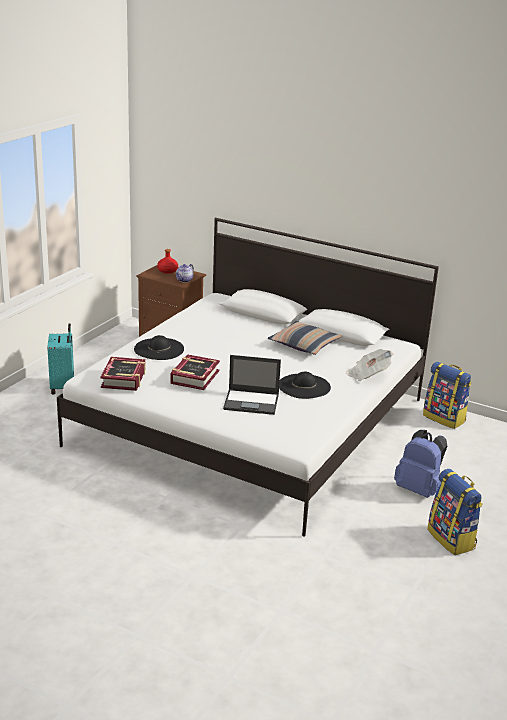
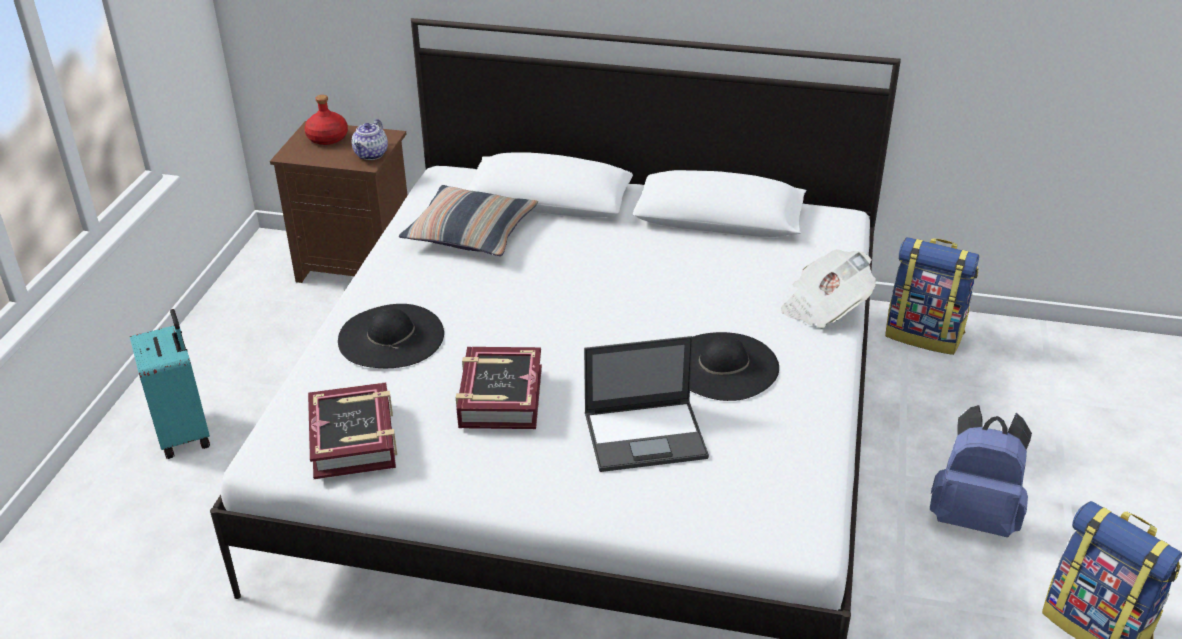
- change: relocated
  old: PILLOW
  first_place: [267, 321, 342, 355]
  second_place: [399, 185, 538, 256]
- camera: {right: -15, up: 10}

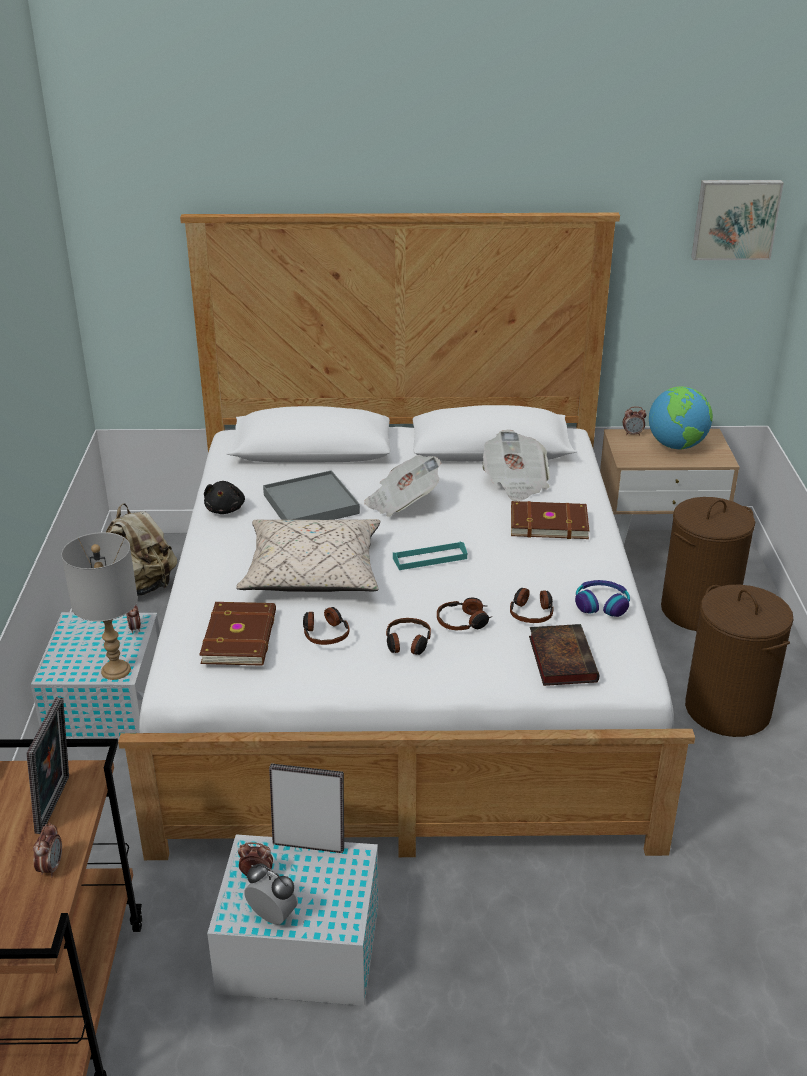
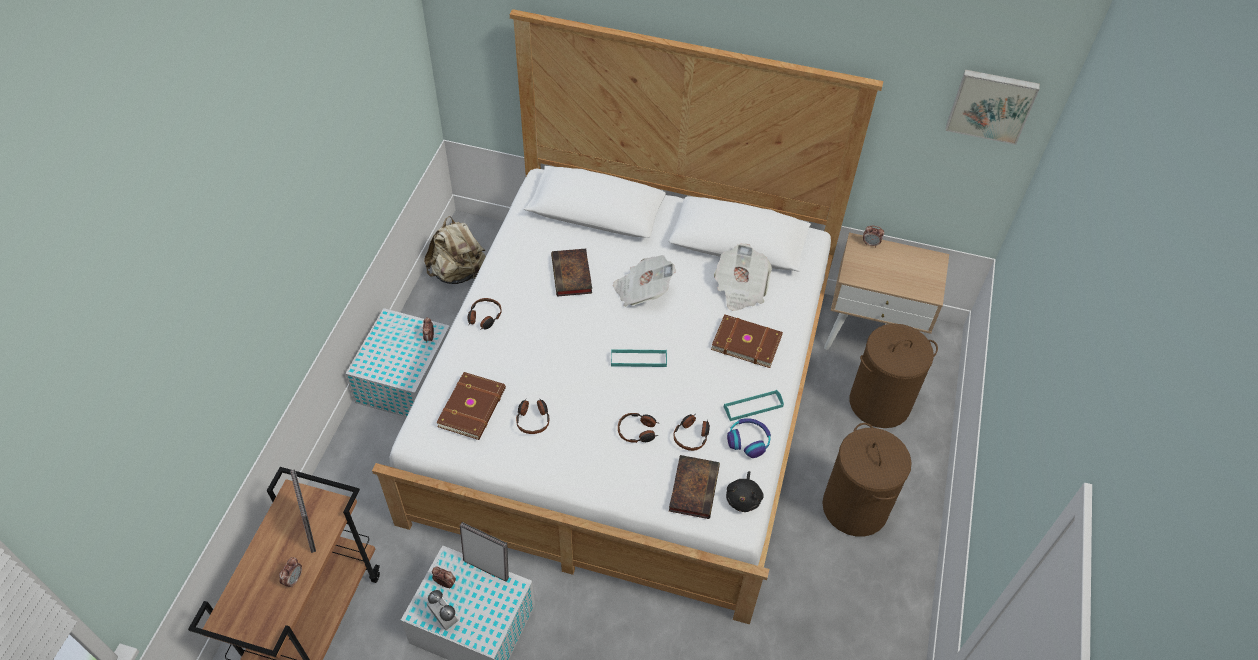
- change: missing
  old: GLOBE
  first_place: [649, 386, 713, 450]
- change: exchanged
  old: GREY TRAY
  new: BOOK
  first_place: [263, 470, 360, 520]
  second_place: [551, 249, 592, 296]
- change: relocated
  old: BLACK PLUSH TOY
  first_place: [204, 481, 245, 514]
  second_place: [726, 471, 764, 512]
- change: missing
  old: BEIGE PILLOW
  first_place: [236, 519, 380, 592]
- change: missing
  old: GREY TABLE LAMP
  first_place: [62, 532, 138, 680]
- change: relocated
  old: HEADPHONES
  first_place: [386, 618, 431, 655]
  second_place: [468, 298, 502, 330]
- change: spun
  old: PICTURE FRAME
  first_place: [27, 697, 69, 834]
  second_place: [290, 470, 316, 553]
  degrees: -45
- change: appeared
  new: TURQUOISE TRAY
  second_place: [724, 390, 784, 421]
- camera: {right: 15, up: 20}

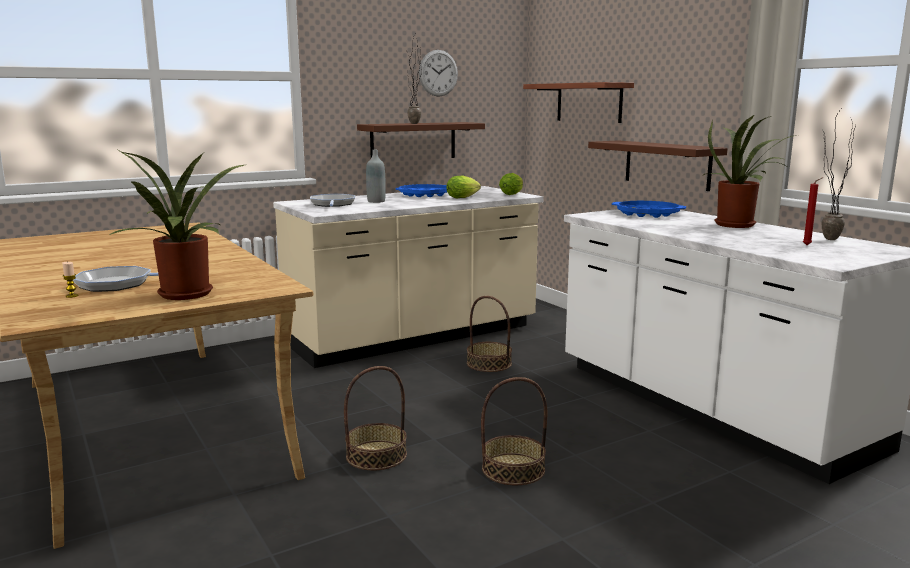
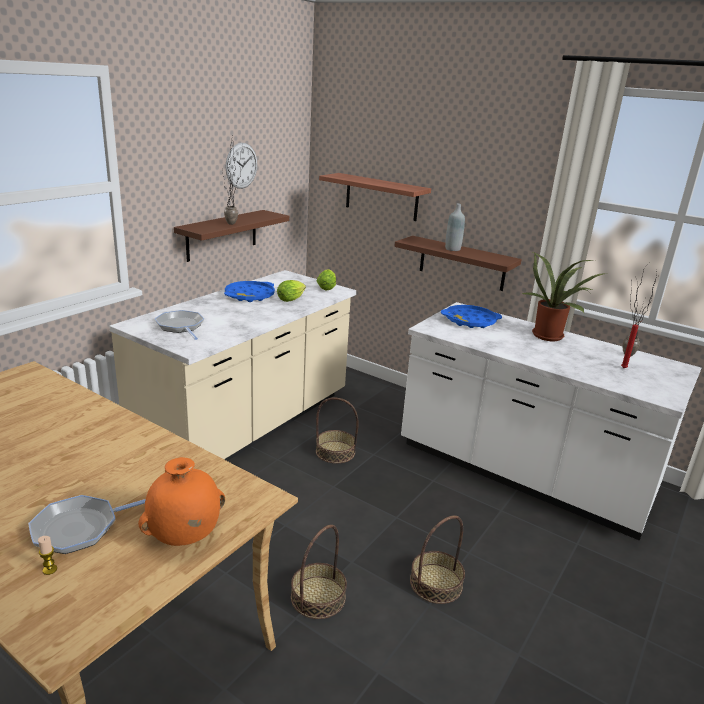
- change: exchanged
  old: POTTED PLANT
  new: ORANGE VASE
  first_place: [107, 150, 248, 300]
  second_place: [138, 457, 225, 546]
- change: relocated
  old: GREY BOTTLE
  first_place: [366, 150, 386, 203]
  second_place: [445, 204, 465, 251]
- camera: {right: -25, up: 10}

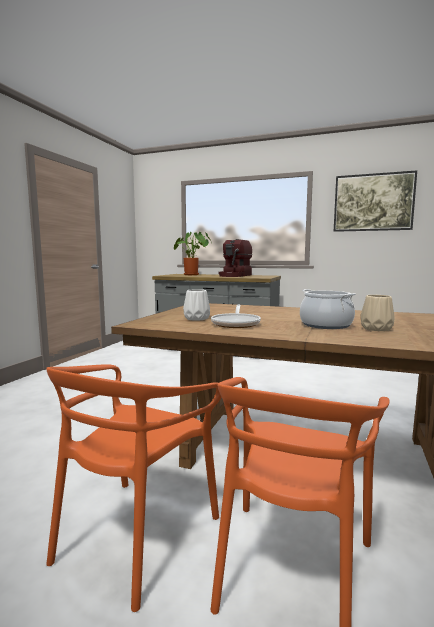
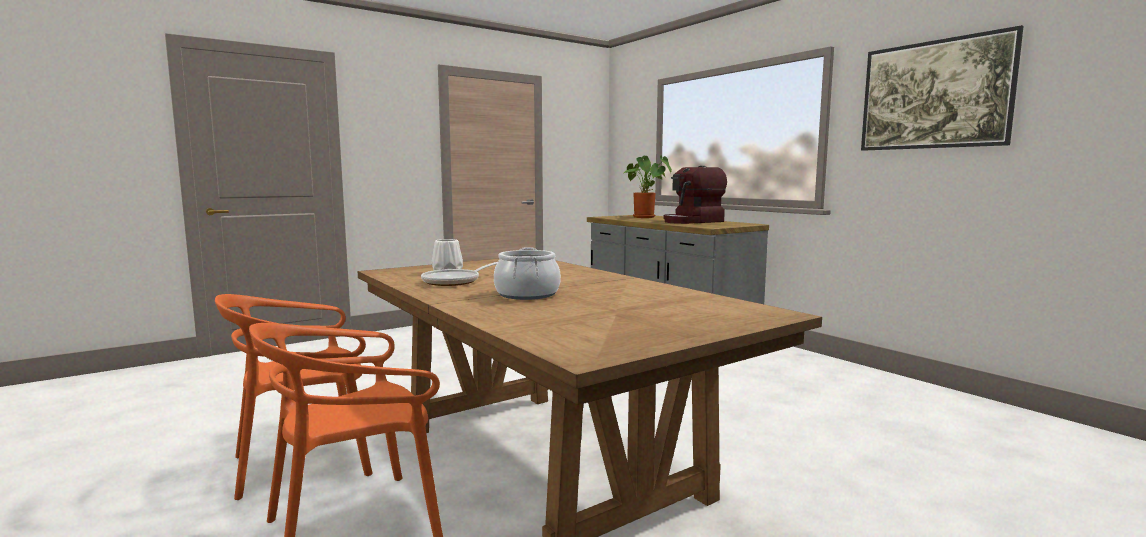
- change: missing
  old: BEIGE VASE
  first_place: [361, 295, 395, 331]
- camera: {right: 35, up: 0}

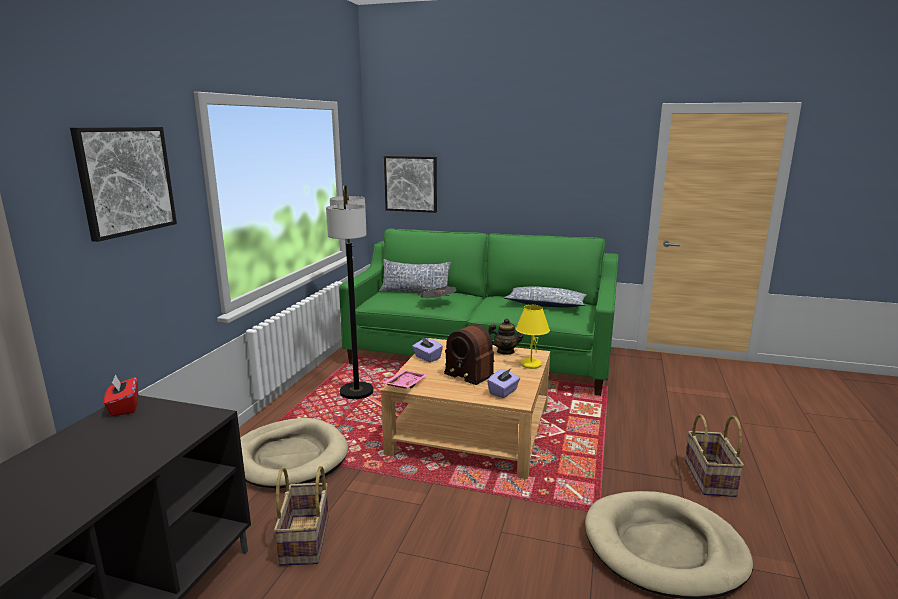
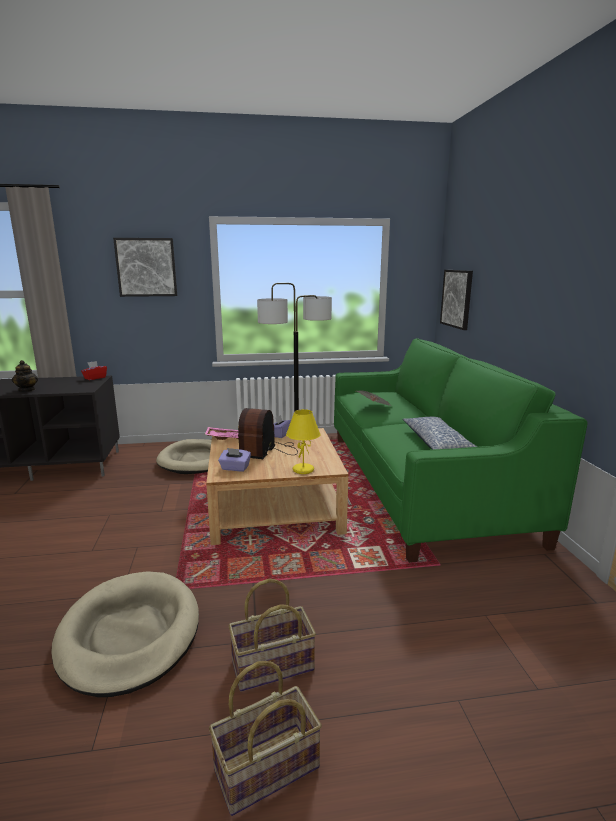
- change: missing
  old: PILLOW
  first_place: [379, 259, 451, 296]
- change: relocated
  old: TEAPOT
  first_place: [489, 318, 523, 355]
  second_place: [12, 360, 38, 392]
- change: relocated
  old: BASKET
  first_place: [274, 466, 329, 566]
  second_place: [209, 661, 322, 816]
- camera: {right: 65, up: 0}

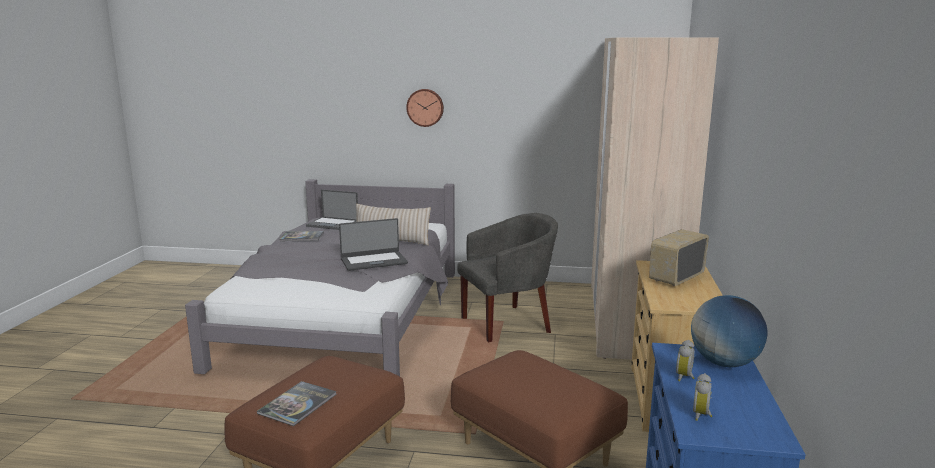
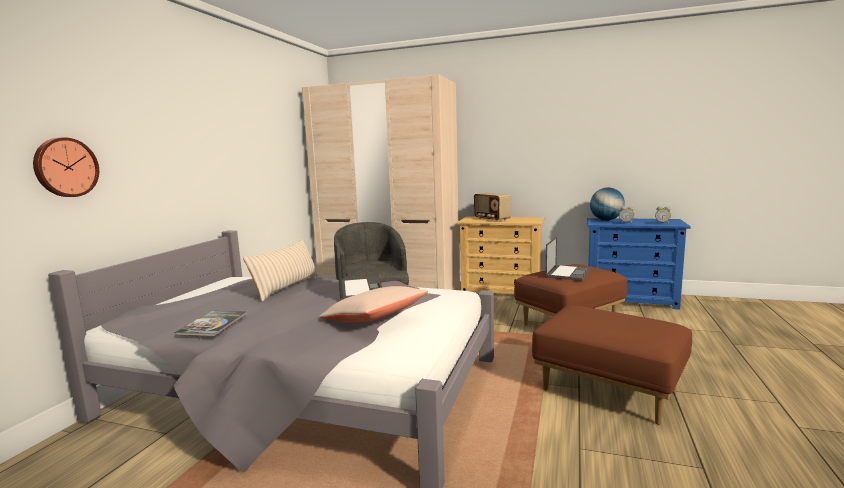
- change: relocated
  old: WALL CLOCK
  first_place: [406, 89, 444, 127]
  second_place: [33, 137, 99, 197]
- change: relocated
  old: LAPTOP
  first_place: [306, 189, 358, 230]
  second_place: [545, 236, 590, 281]
- change: missing
  old: BOOK
  first_place: [257, 381, 337, 426]
- change: appeared
  new: BEIGE PILLOW
  second_place: [319, 286, 428, 323]
- camera: {right: -80, up: -5}

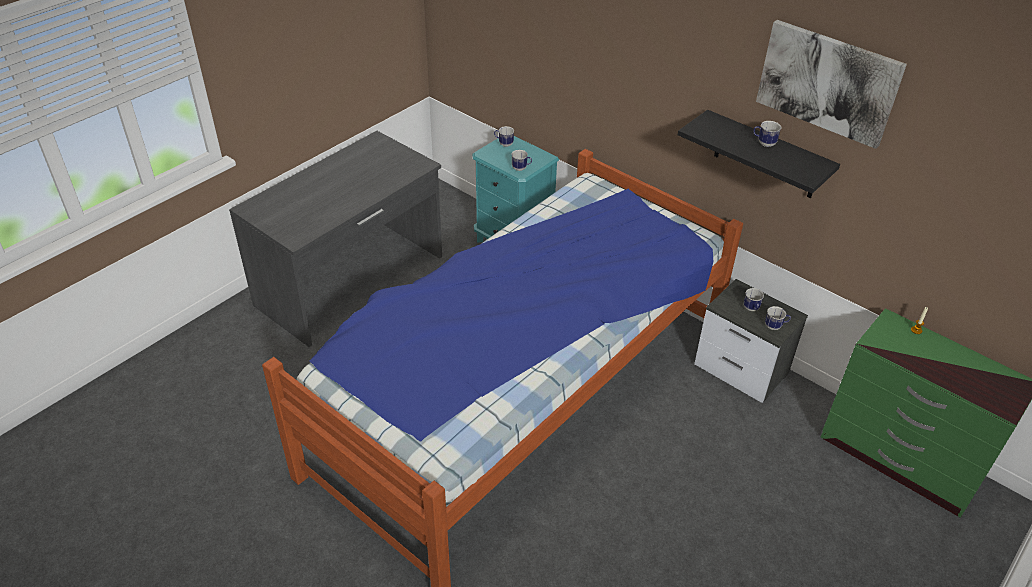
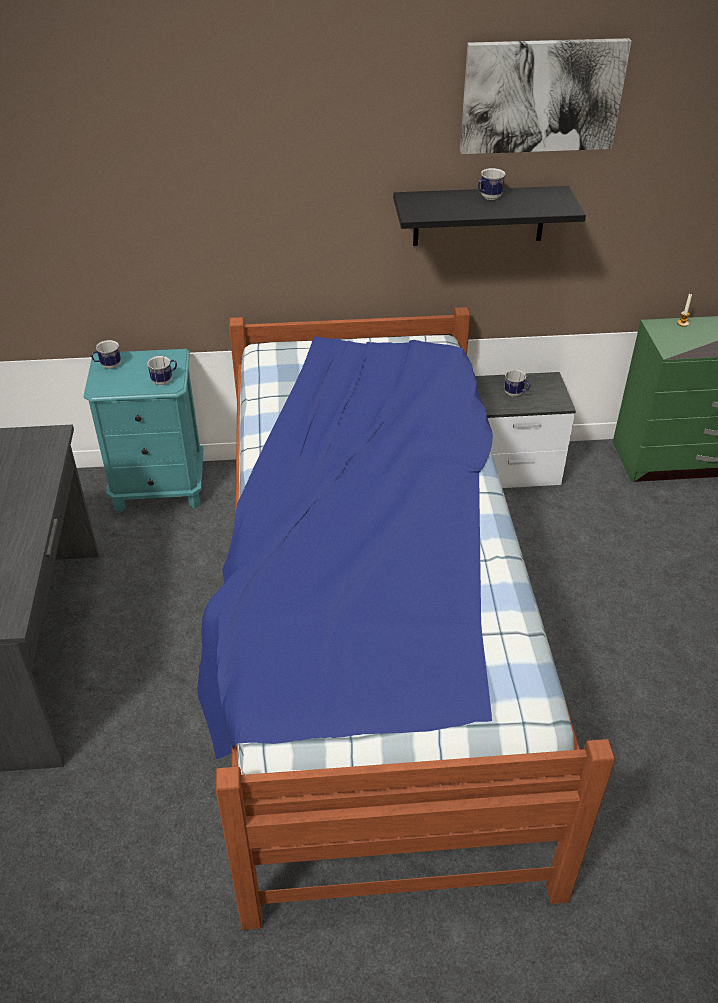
- change: missing
  old: MUG
  first_place: [765, 306, 791, 330]
- camera: {right: -45, up: 0}

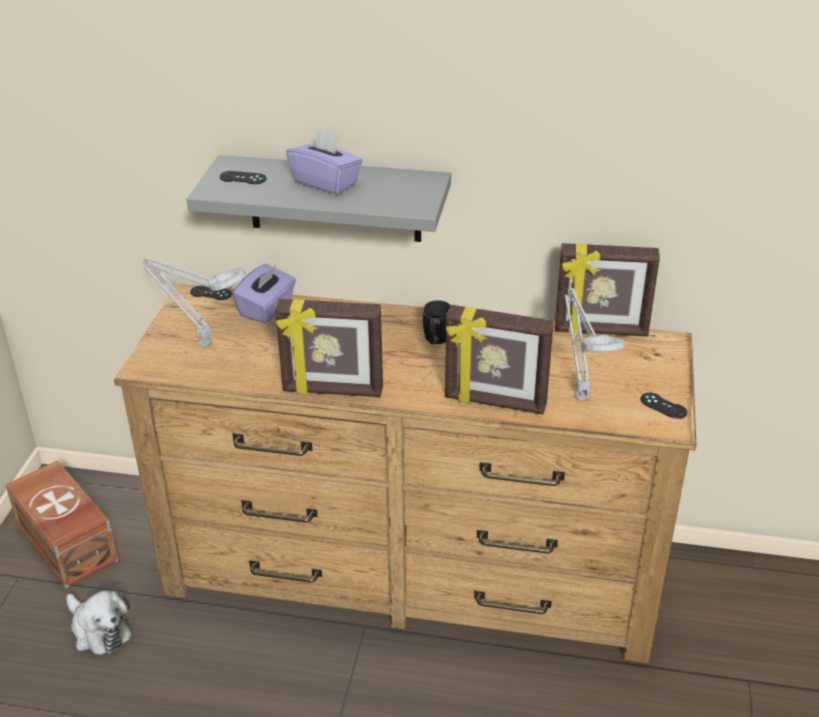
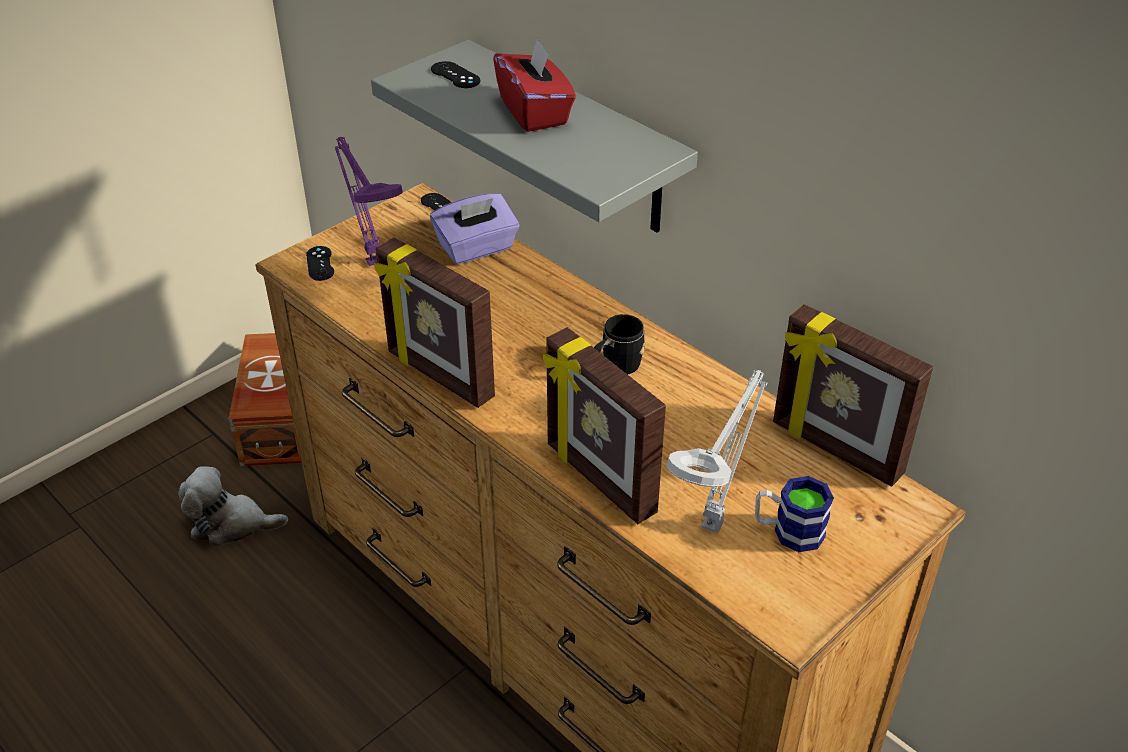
- change: colour
  old: PURPLE TISSUE BOX
  new: RED TISSUE BOX
  first_place: [286, 129, 363, 195]
  second_place: [493, 38, 576, 132]
- change: colour
  old: GREY TABLE LAMP
  new: PURPLE TABLE LAMP
  first_place: [143, 257, 246, 347]
  second_place: [335, 137, 403, 266]
- change: relocated
  old: BLACK GAME CONTROLLER
  first_place: [640, 393, 687, 419]
  second_place: [306, 246, 334, 281]
- change: spun
  old: PLUSH TOY
  first_place: [66, 590, 132, 655]
  second_place: [178, 466, 288, 547]
  degrees: 105
- change: appeared
  new: MUG
  second_place: [755, 476, 834, 552]
- camera: {right: 35, up: 5}

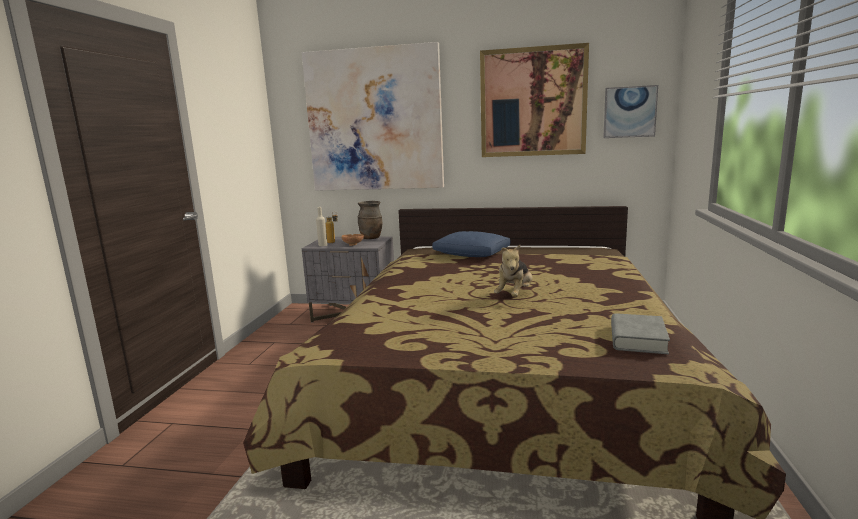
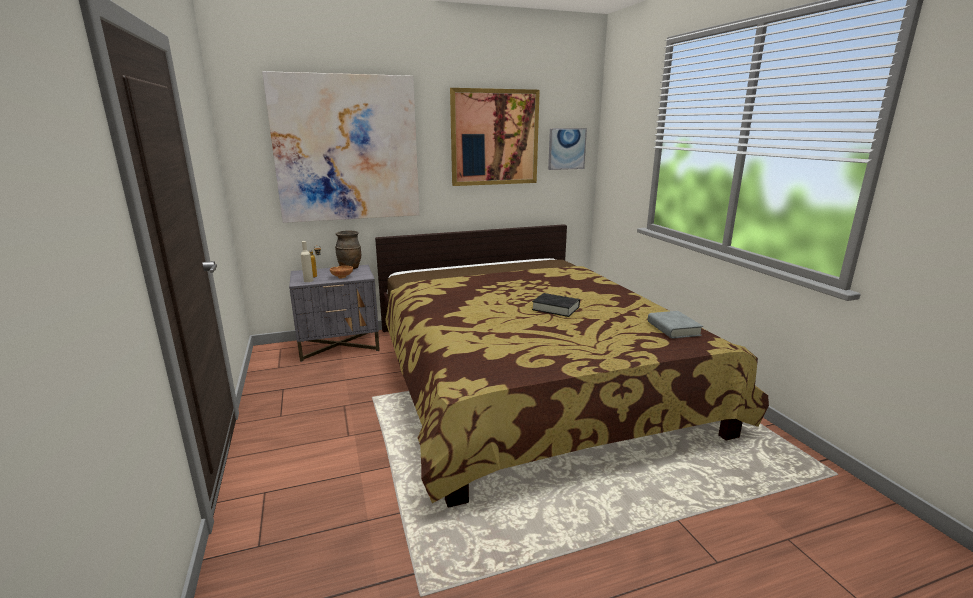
- change: missing
  old: BLUE PILLOW
  first_place: [432, 231, 510, 257]
- change: exchanged
  old: PLUSH TOY
  new: BLACK BOOK
  first_place: [494, 245, 532, 297]
  second_place: [532, 293, 580, 317]
- camera: {right: -30, up: 5}

